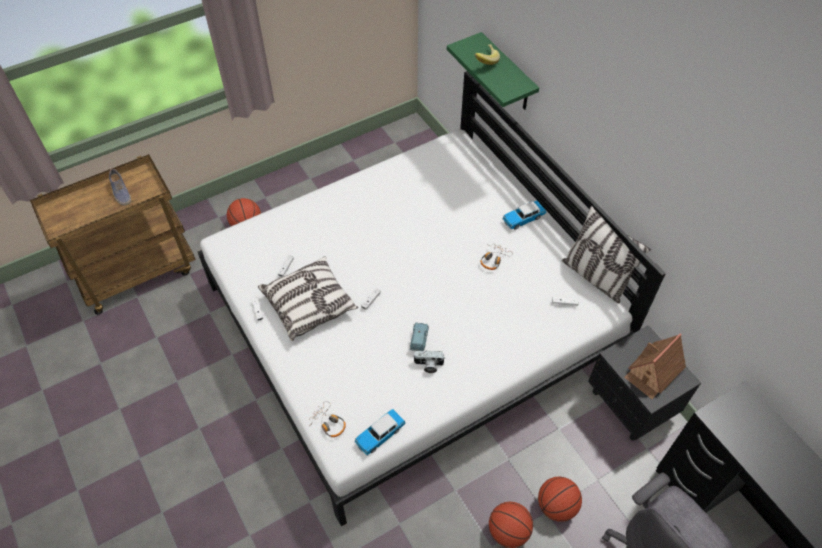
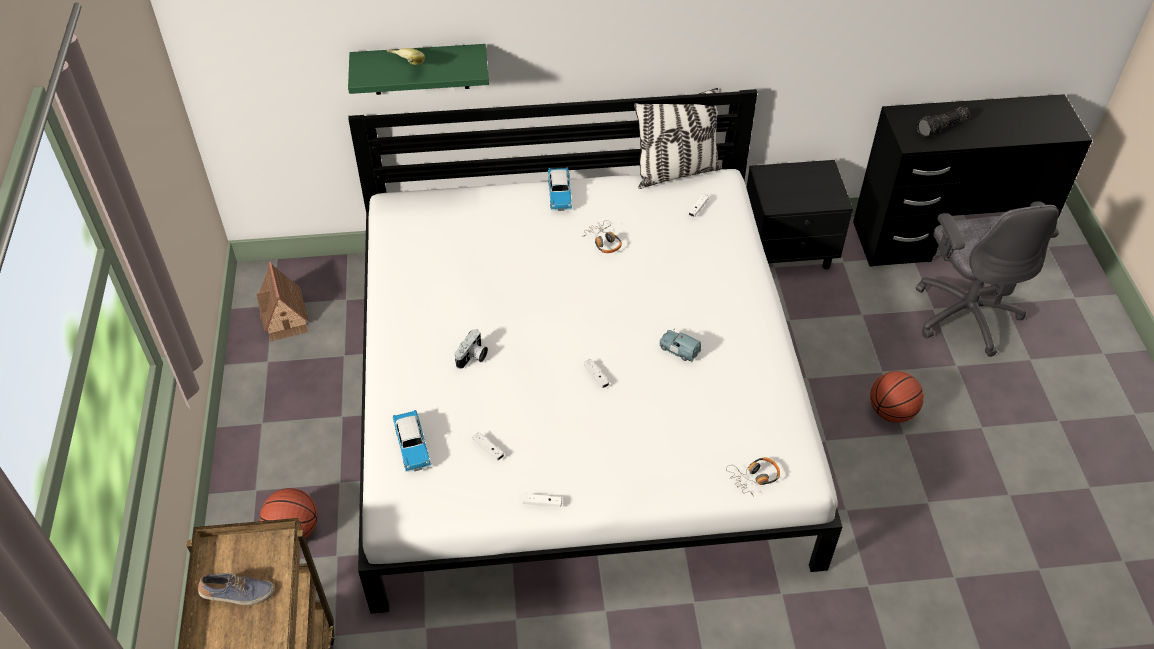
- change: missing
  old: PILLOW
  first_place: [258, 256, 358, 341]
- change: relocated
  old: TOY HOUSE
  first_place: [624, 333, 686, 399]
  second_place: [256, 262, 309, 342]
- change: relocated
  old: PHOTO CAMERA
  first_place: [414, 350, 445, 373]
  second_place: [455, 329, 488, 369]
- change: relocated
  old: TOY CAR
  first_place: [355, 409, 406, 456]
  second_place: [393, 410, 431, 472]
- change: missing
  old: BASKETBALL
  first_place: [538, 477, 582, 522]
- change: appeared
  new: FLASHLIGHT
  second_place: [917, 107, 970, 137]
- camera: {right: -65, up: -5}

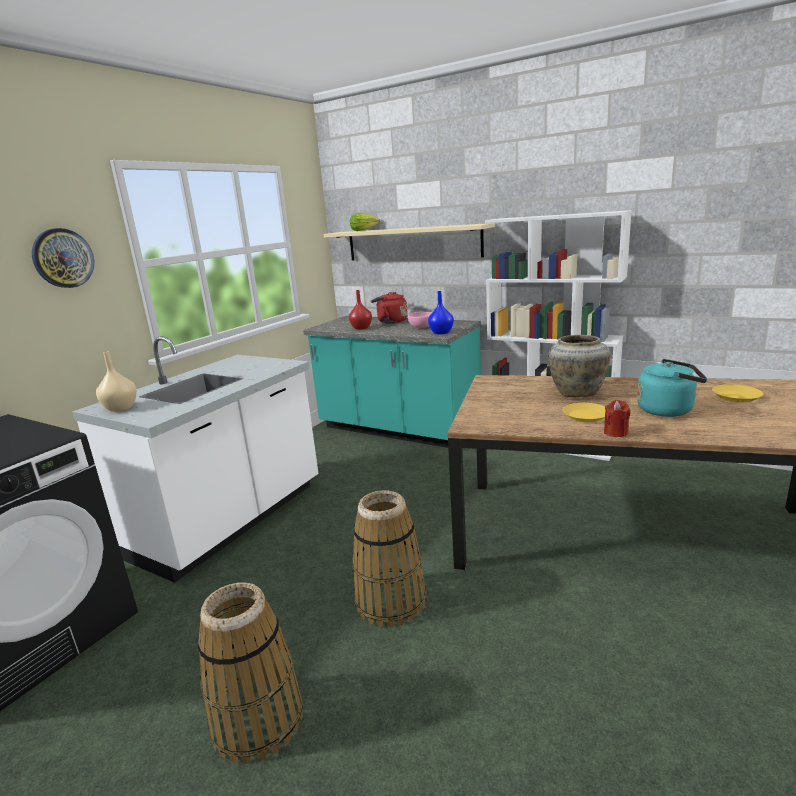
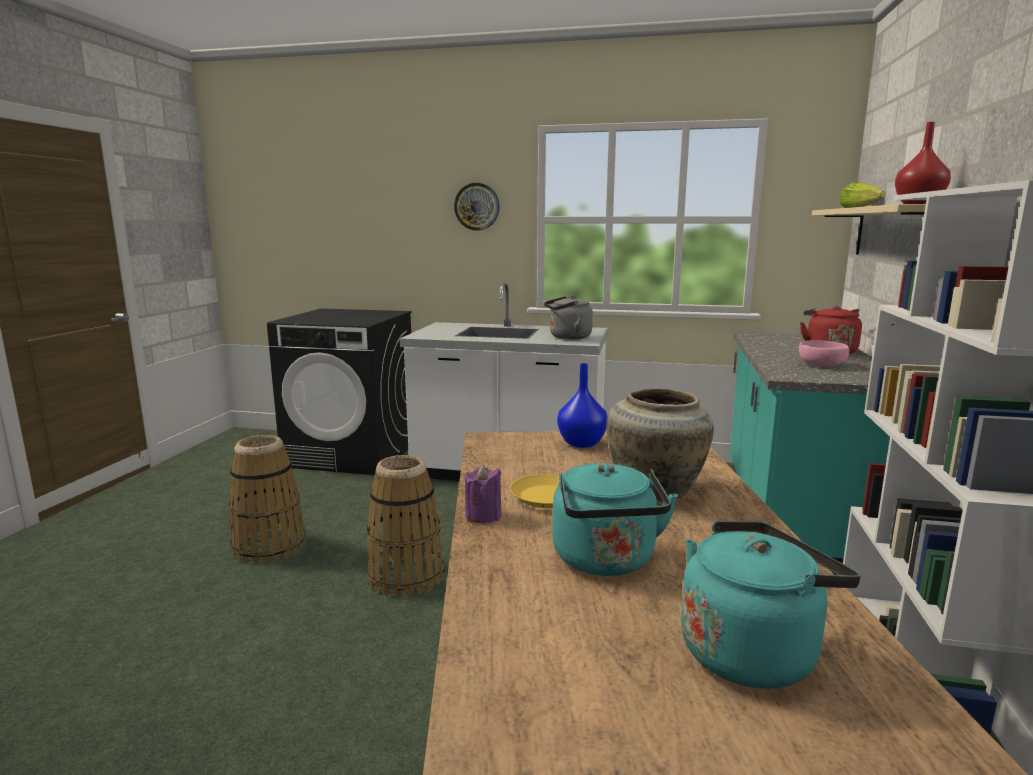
- change: relocated
  old: RED VASE
  first_place: [349, 290, 372, 330]
  second_place: [895, 122, 951, 204]
- change: relocated
  old: BLUE VASE
  first_place: [428, 291, 454, 334]
  second_place: [557, 363, 607, 448]
- change: missing
  old: BEIGE VASE
  first_place: [96, 351, 137, 412]
- change: exchanged
  old: YELLOW PLATE
  new: TURQUOISE KETTLE
  first_place: [712, 384, 763, 402]
  second_place: [681, 521, 860, 689]
- change: colour
  old: RED CANDLE
  new: PURPLE CANDLE
  first_place: [604, 400, 630, 437]
  second_place: [465, 465, 502, 523]
- change: appeared
  new: GREY KETTLE
  second_place: [544, 296, 593, 339]
- camera: {right: 70, up: -5}

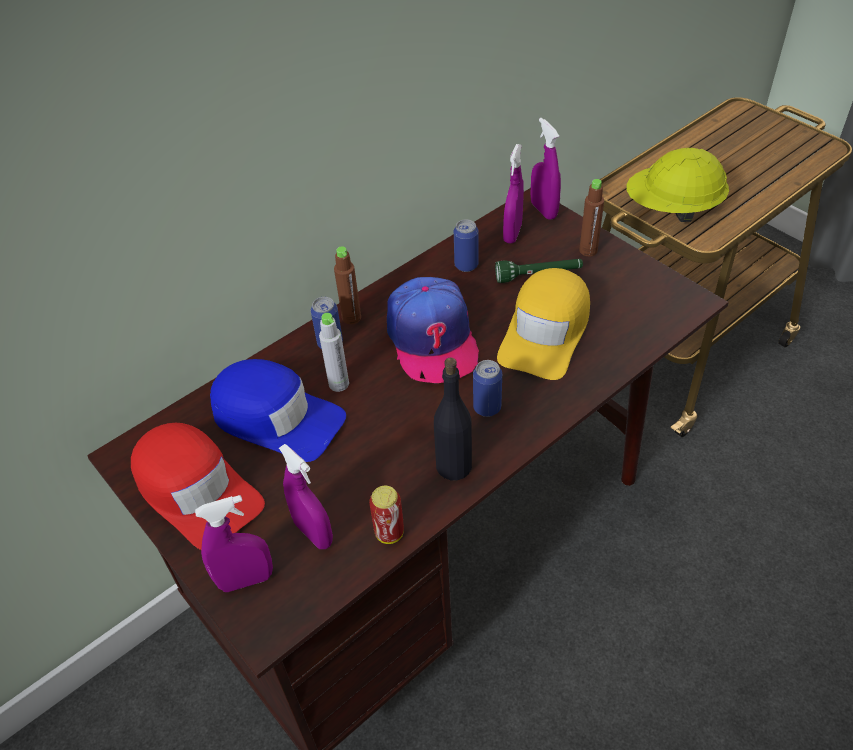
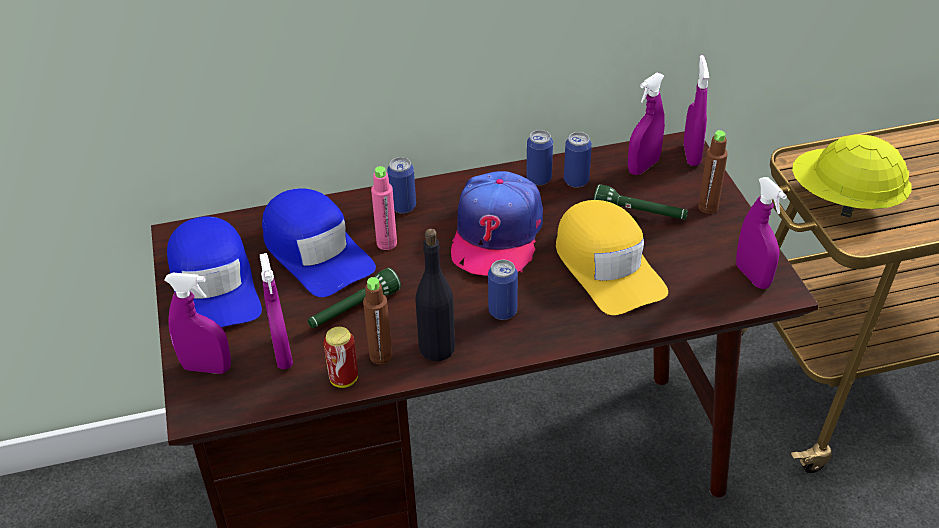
- change: relocated
  old: BROWN BOTTLE
  first_place: [334, 246, 361, 324]
  second_place: [363, 277, 392, 364]
- change: spun
  old: YELLOW CAP
  first_place: [497, 268, 590, 380]
  second_place: [556, 200, 668, 315]
  degrees: -75
- change: colour
  old: GREY BOTTLE
  new: PINK BOTTLE
  first_place: [319, 313, 349, 392]
  second_place: [371, 166, 397, 250]
- change: colour
  old: RED CAP
  new: BLUE CAP
  first_place: [131, 423, 265, 550]
  second_place: [167, 216, 262, 327]
- change: appeared
  new: CAN
  second_place: [526, 130, 553, 185]
- change: appeared
  new: PURPLE SPRAY BOTTLE
  second_place: [736, 177, 787, 289]
- change: appeared
  new: GREEN FLASHLIGHT
  second_place: [308, 268, 401, 328]
- camera: {right: 25, up: -5}

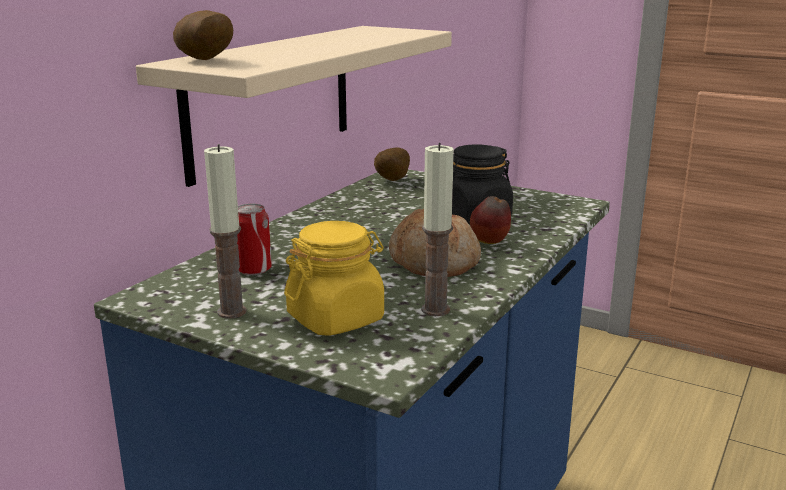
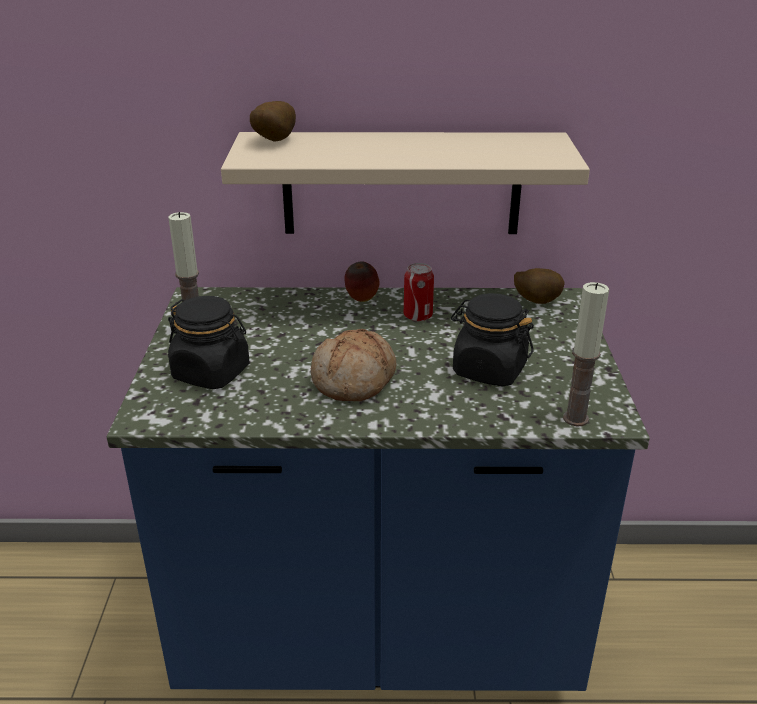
- change: relocated
  old: CANDLE
  first_place: [421, 143, 454, 316]
  second_place: [563, 282, 609, 427]
- change: relocated
  old: APPLE
  first_place: [470, 196, 511, 244]
  second_place: [344, 261, 379, 302]
- change: relocated
  old: CAN
  first_place: [237, 204, 272, 275]
  second_place: [404, 263, 434, 321]
- change: colour
  old: YELLOW JAR
  new: BLACK JAR
  first_place: [284, 221, 384, 336]
  second_place: [168, 296, 250, 389]
- camera: {right: 60, up: 10}

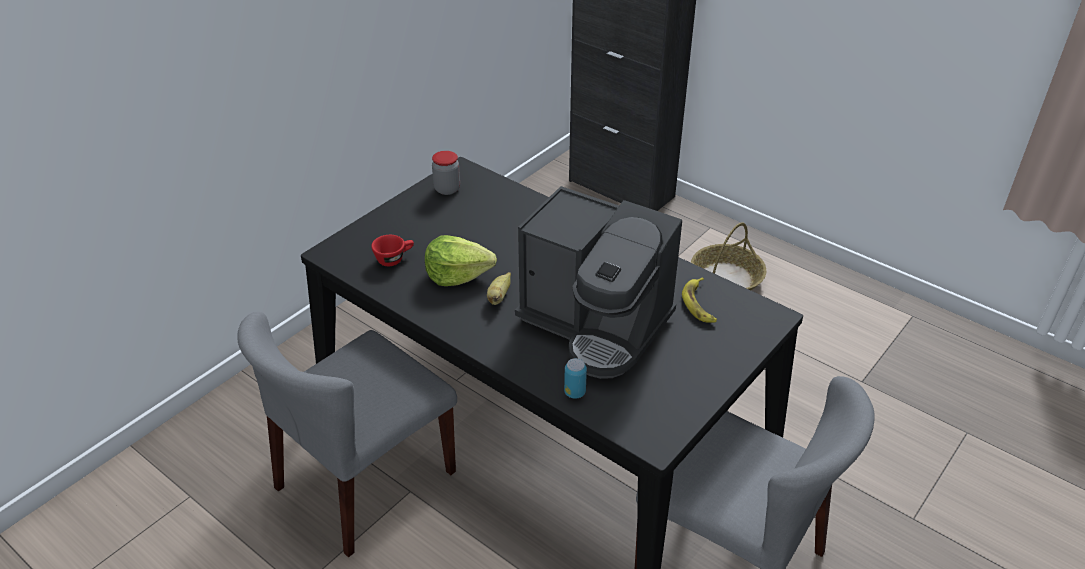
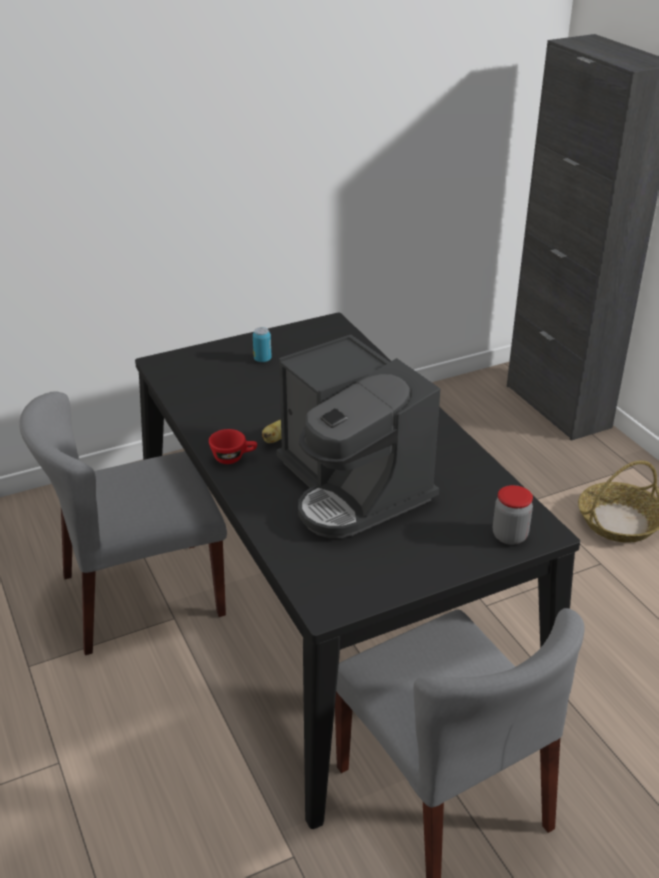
- change: relocated
  old: JAR
  first_place: [432, 151, 460, 195]
  second_place: [493, 485, 533, 545]
- change: relocated
  old: RED CUP
  first_place: [371, 235, 414, 266]
  second_place: [209, 429, 257, 464]
- change: missing
  old: LETTUCE
  first_place: [425, 235, 497, 286]
- change: missing
  old: BANANA
  first_place: [682, 277, 717, 323]
- change: relocated
  old: CAN
  first_place: [564, 358, 587, 399]
  second_place: [253, 327, 272, 362]
- camera: {right: 25, up: -5}

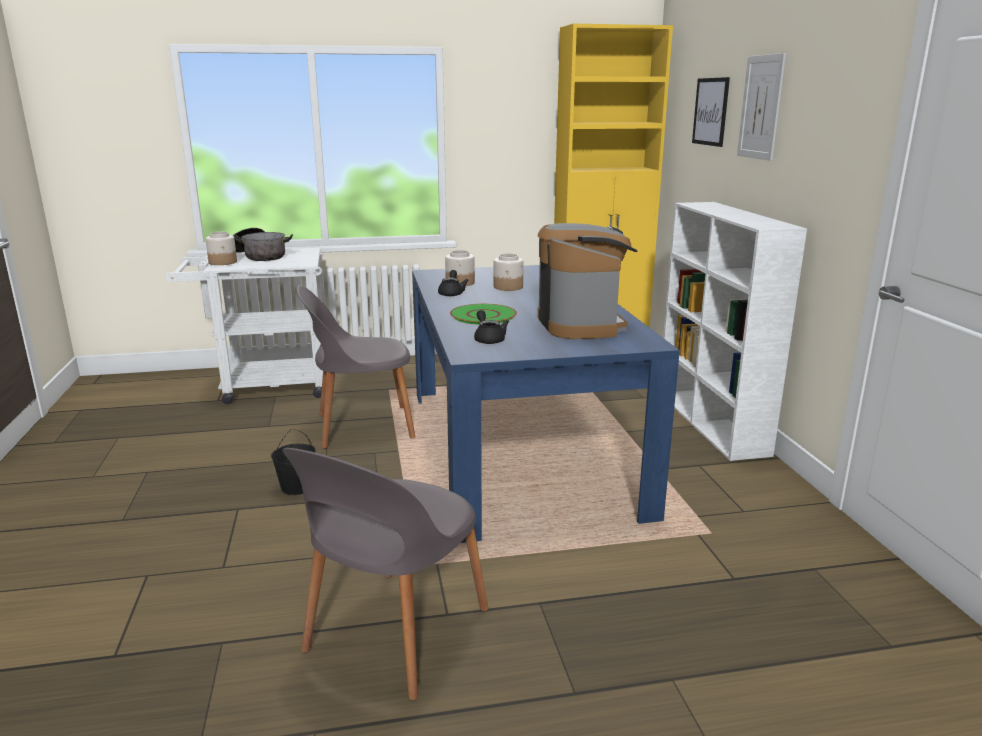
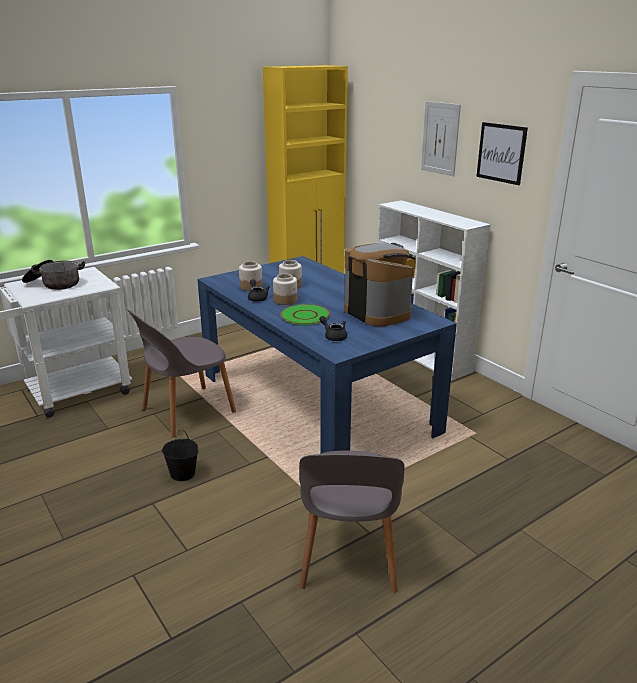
- change: relocated
  old: PICTURE
  first_place: [692, 77, 730, 147]
  second_place: [476, 122, 528, 185]
- change: relocated
  old: JAR
  first_place: [206, 232, 237, 265]
  second_place: [273, 274, 297, 305]
- camera: {right: -25, up: 5}

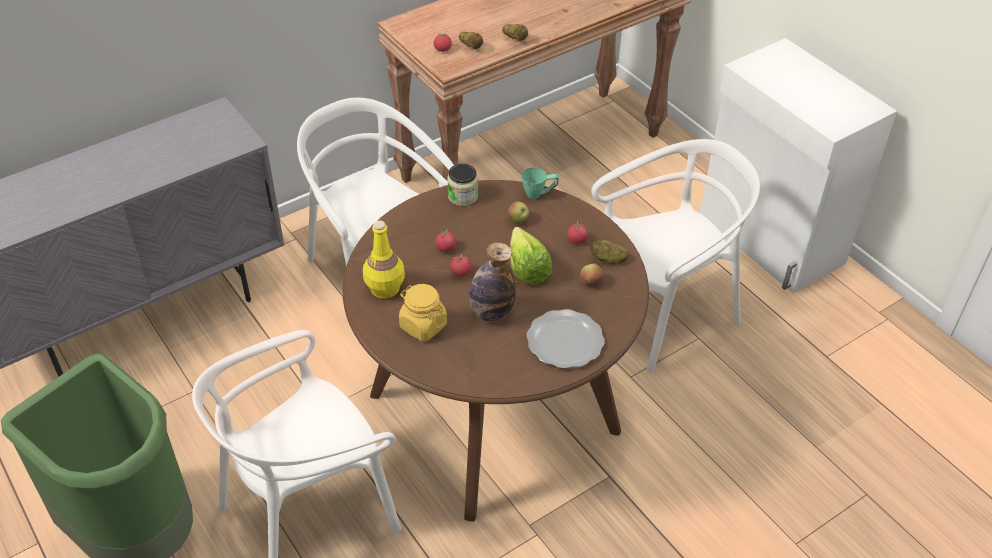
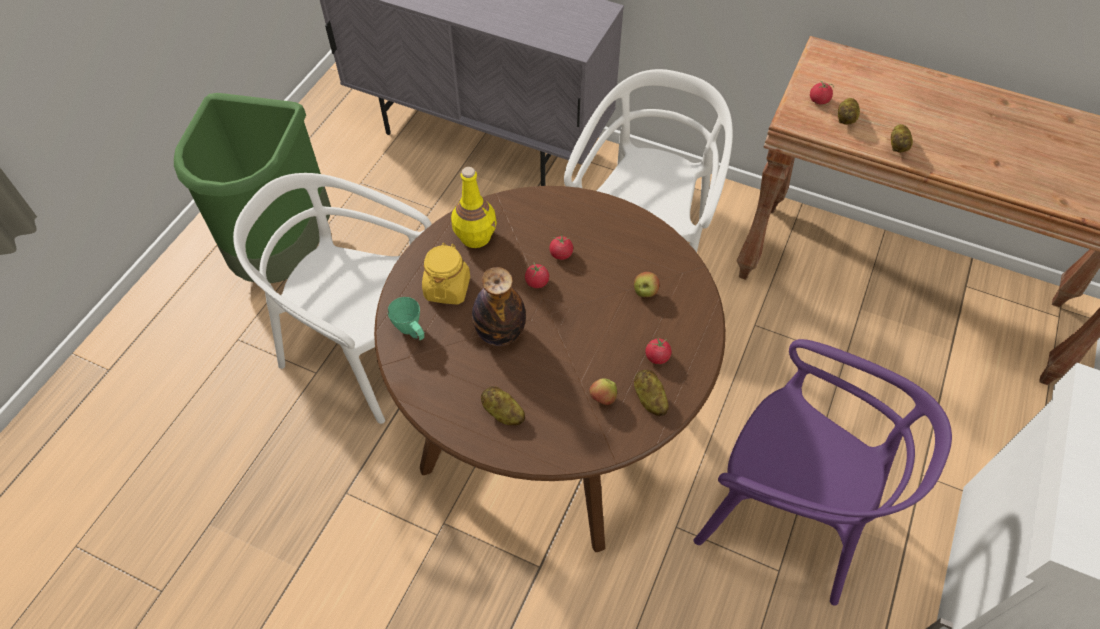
- change: colour
  old: WHITE CHAIR
  new: PURPLE CHAIR
  first_place: [591, 139, 760, 373]
  second_place: [693, 339, 952, 605]
- change: missing
  old: JAR
  first_place: [447, 164, 478, 206]
- change: relocated
  old: GREEN MUG
  first_place: [522, 167, 559, 199]
  second_place: [388, 297, 425, 340]
- change: missing
  old: LETTUCE
  first_place: [510, 227, 552, 285]
- change: exchanged
  old: PLATE
  new: POTATO
  first_place: [526, 309, 605, 369]
  second_place: [481, 386, 525, 425]
- camera: {right: 60, up: 10}

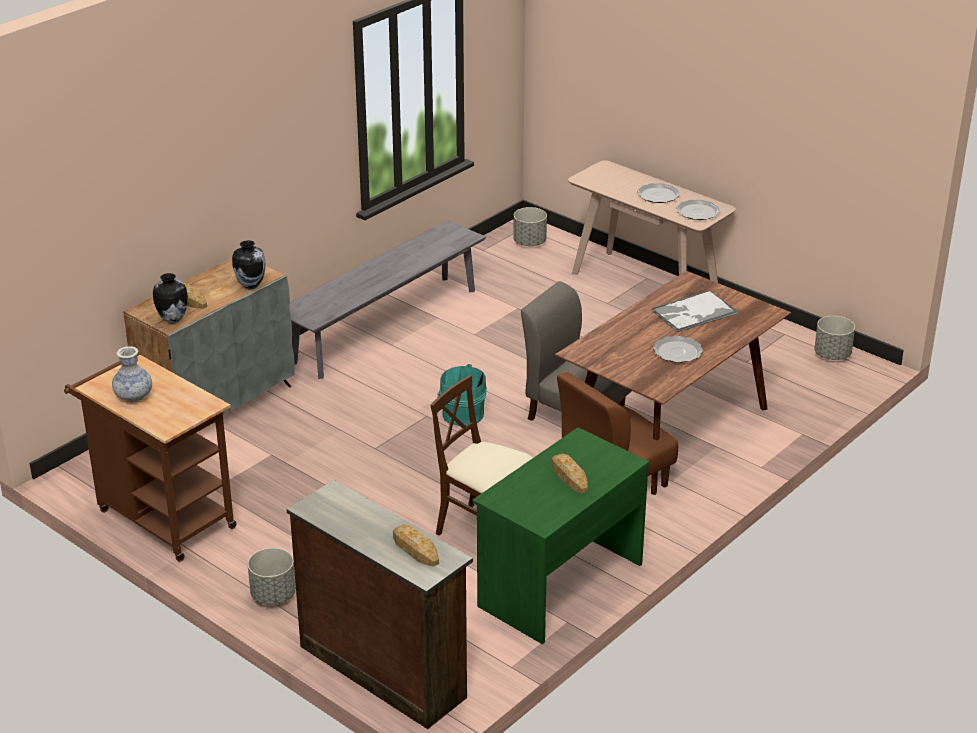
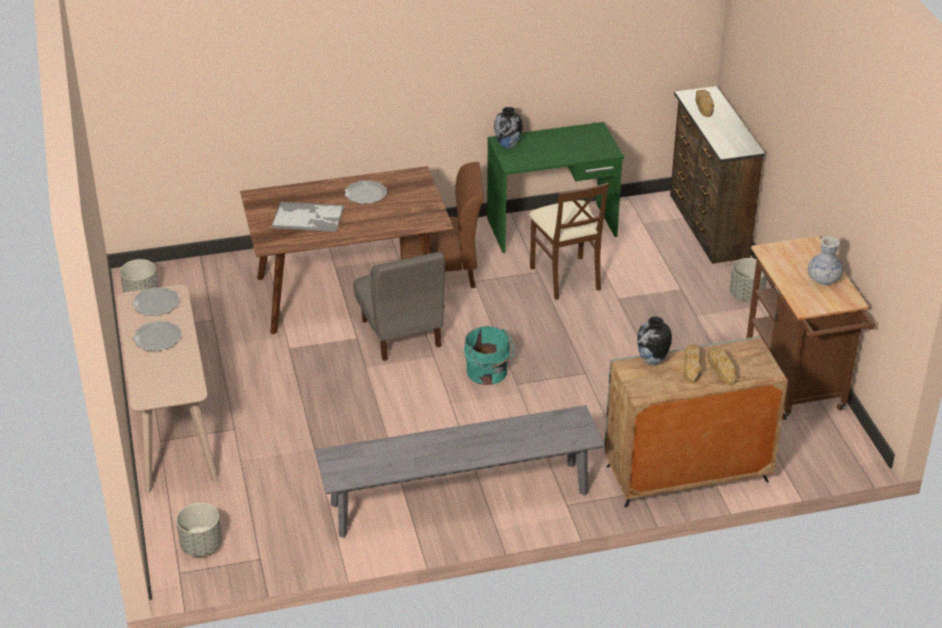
- change: relocated
  old: VASE
  first_place: [153, 273, 188, 324]
  second_place: [494, 107, 522, 149]
- change: relocated
  old: BREAD
  first_place: [552, 453, 588, 494]
  second_place: [684, 344, 702, 383]
- camera: {right: -145, up: 5}

